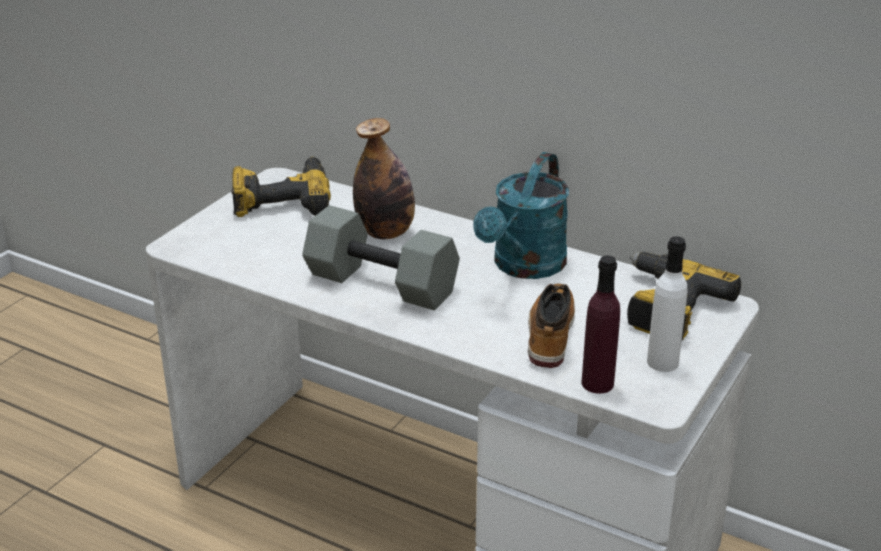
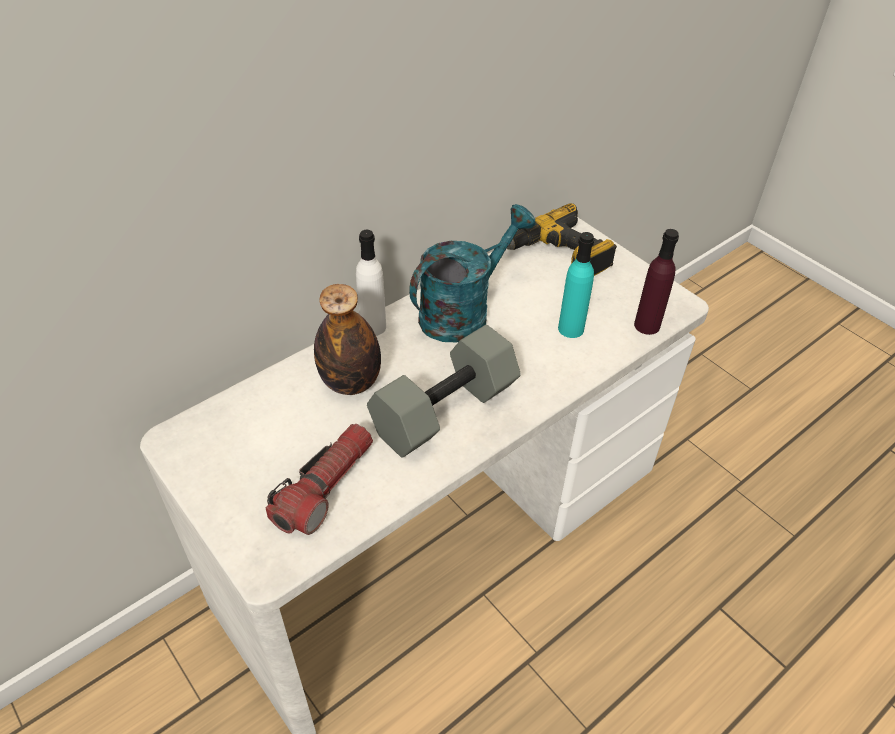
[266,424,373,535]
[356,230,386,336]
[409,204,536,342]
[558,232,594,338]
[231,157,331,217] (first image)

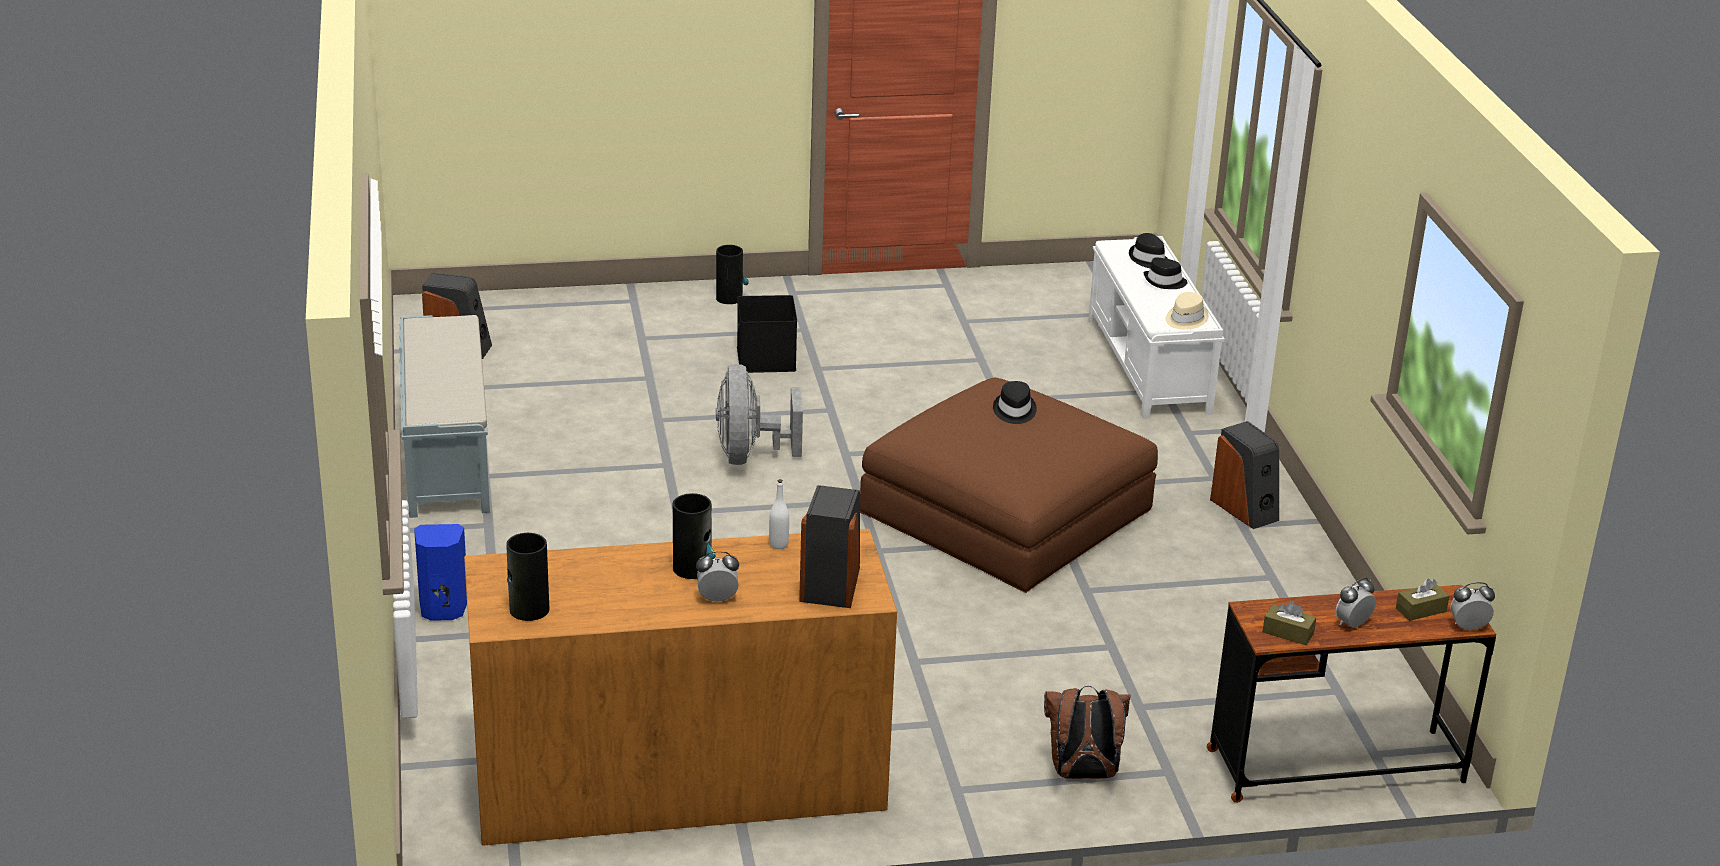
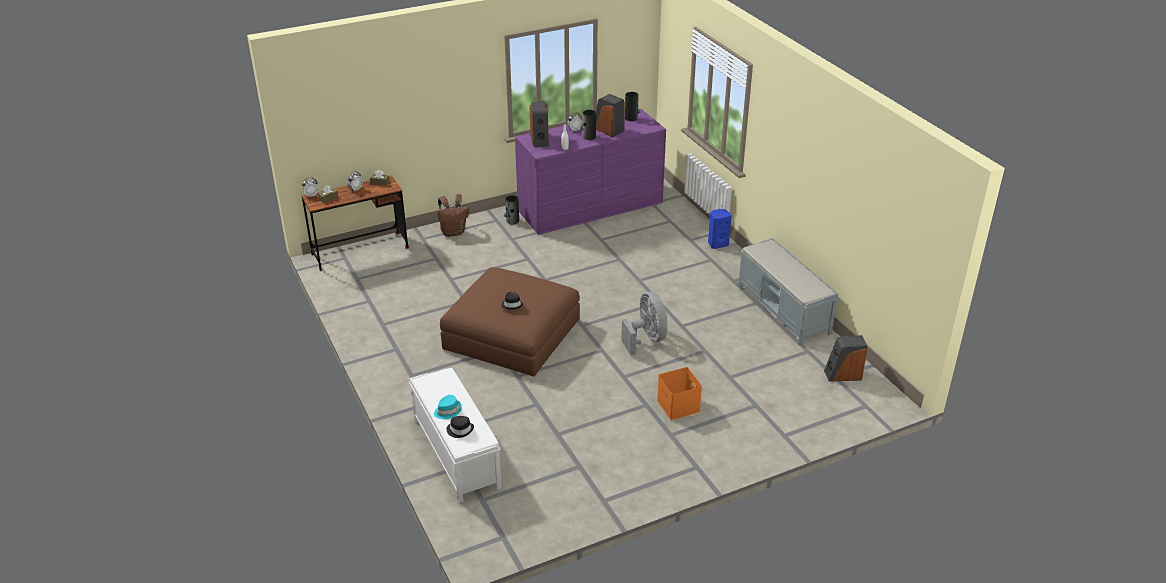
[434,395,462,419]
[504,195,519,224]
[515,109,666,235]
[596,94,625,137]
[657,367,702,420]
[1166,292,1209,330] (first image)

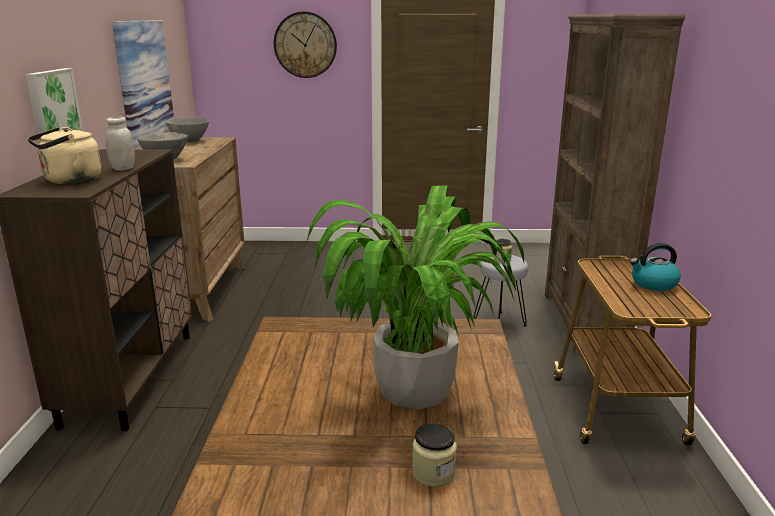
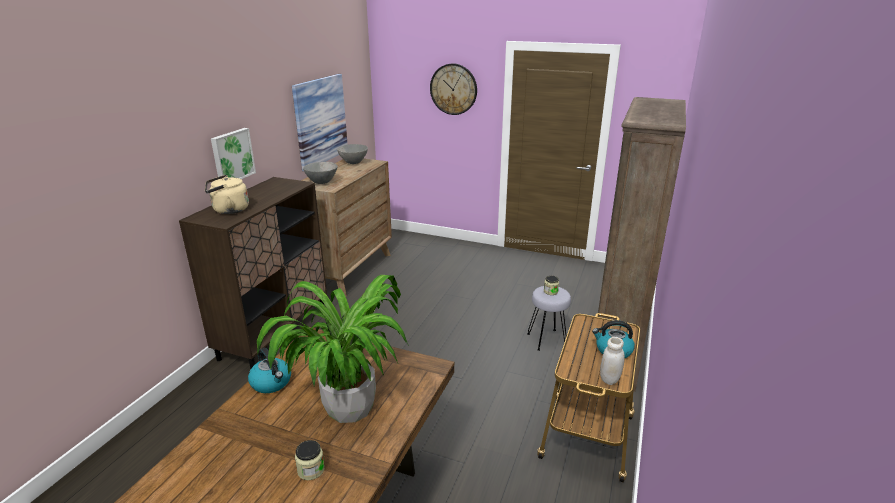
[248,348,291,393]
[600,337,625,385]

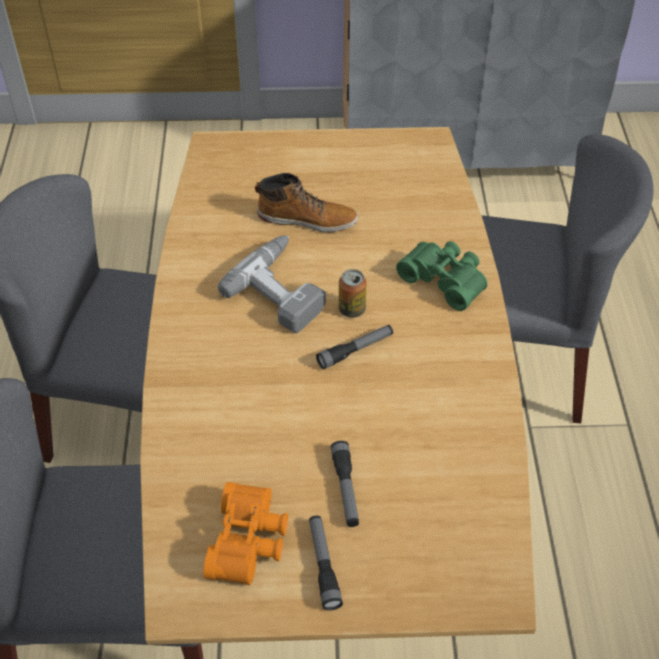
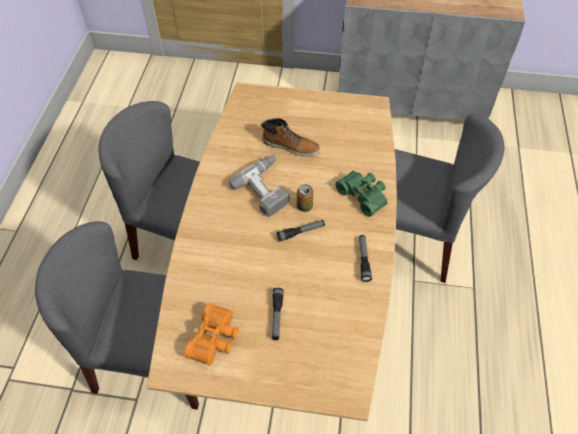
[359,235,372,282]

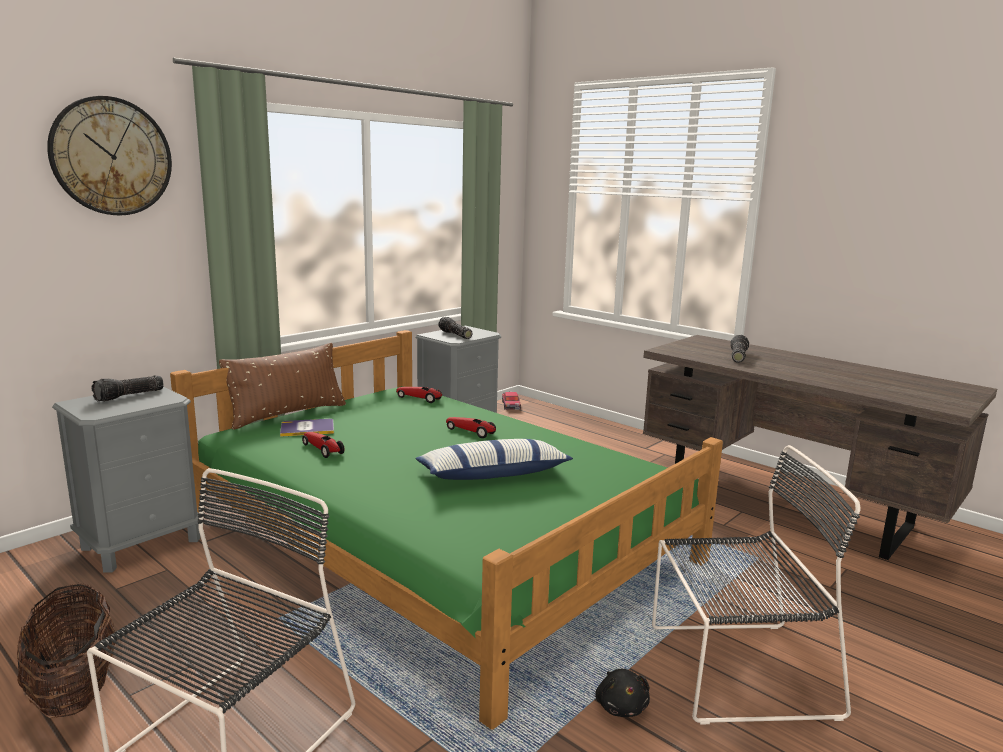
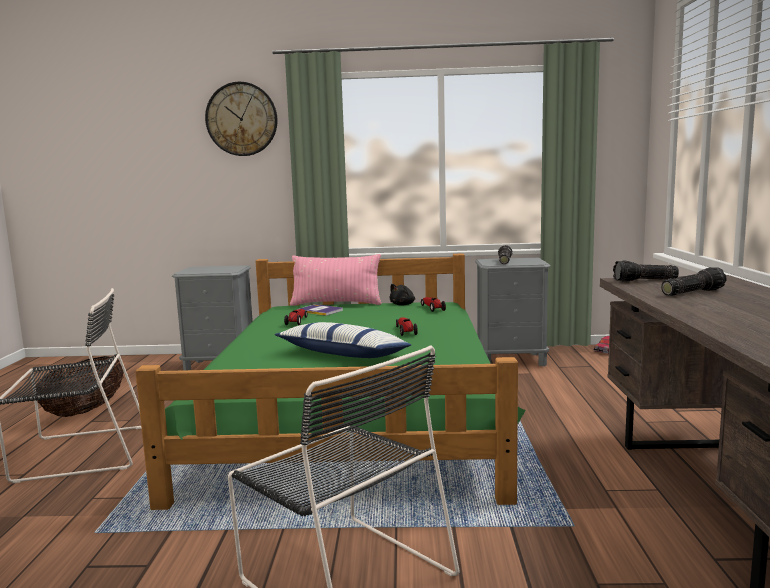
[290,254,382,306]
[390,284,415,306]
[613,260,679,282]

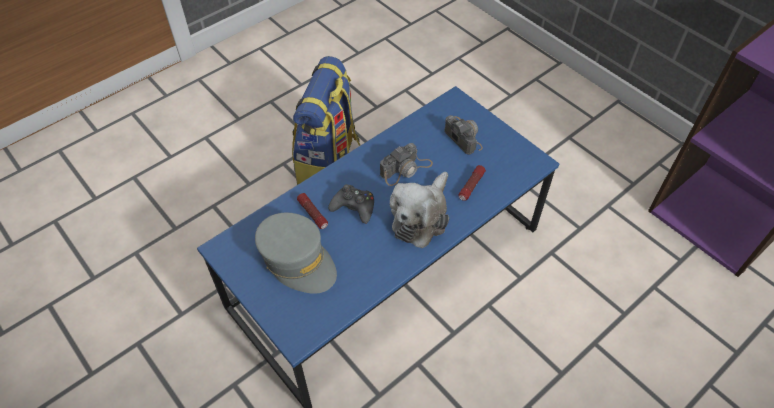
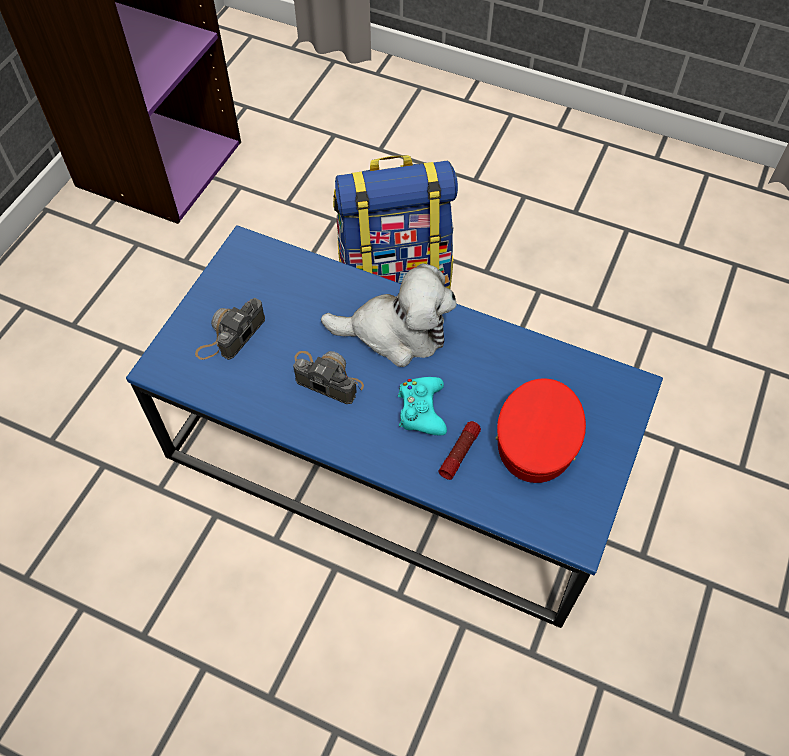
[333,155,458,289]
[398,377,447,436]
[496,378,586,483]
[458,165,486,201] (first image)

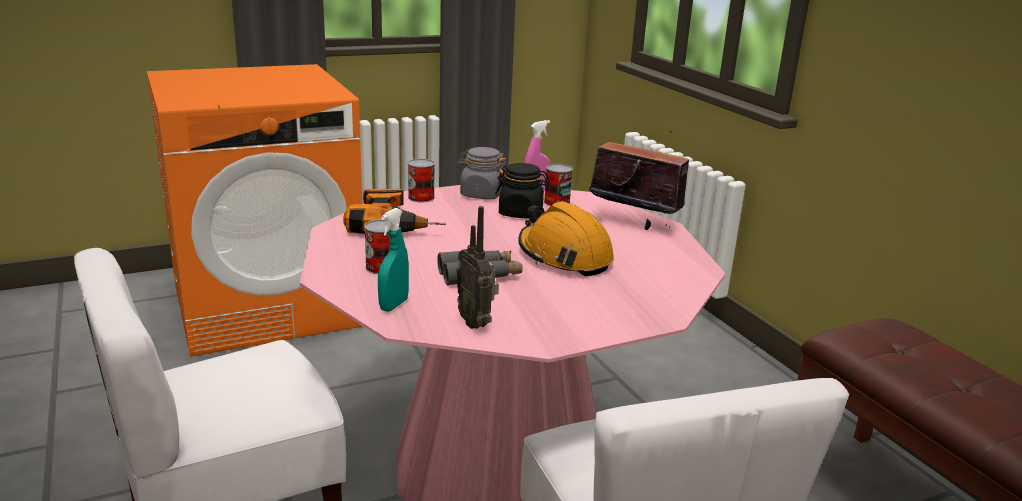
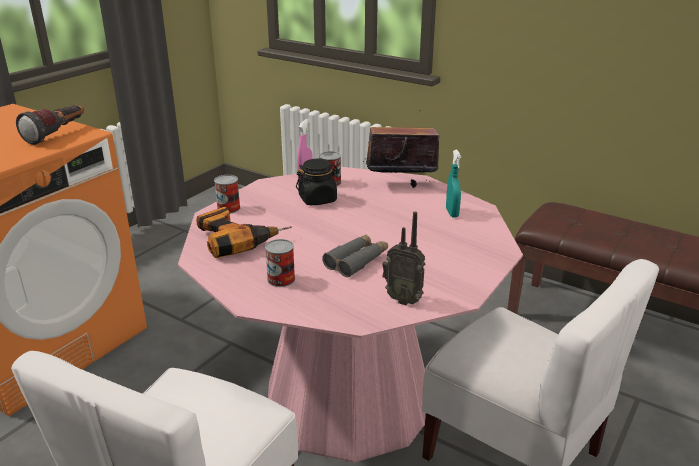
[16,105,84,145]
[446,150,461,218]
[458,147,507,199] (first image)
[518,201,614,276] (first image)

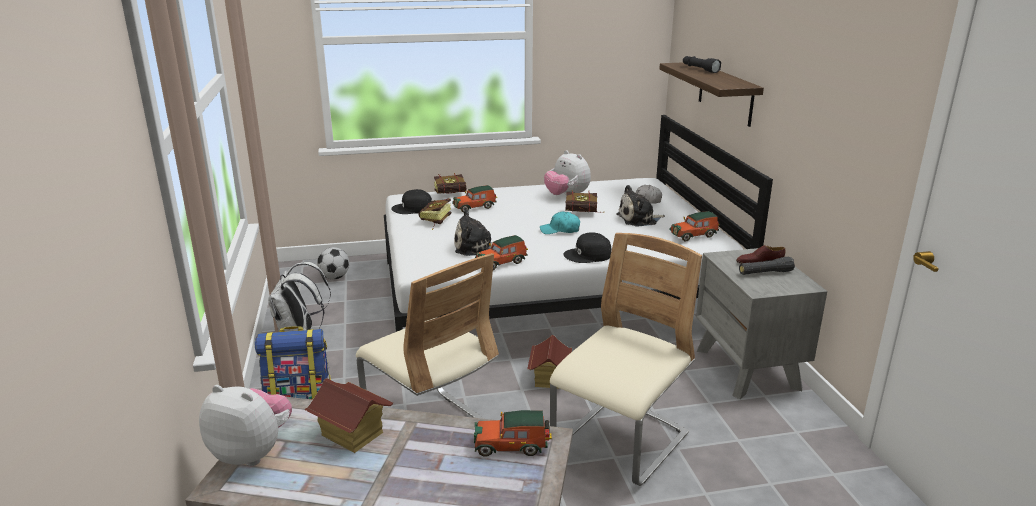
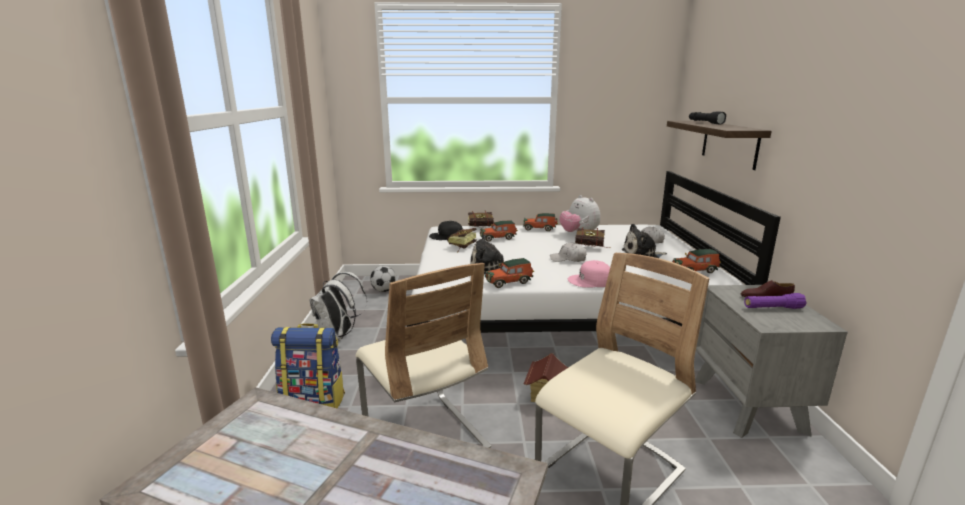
[523,213,558,231]
[550,243,587,262]
[568,260,610,288]
[744,293,807,309]
[199,385,292,466] (first image)
[304,378,393,453] (first image)

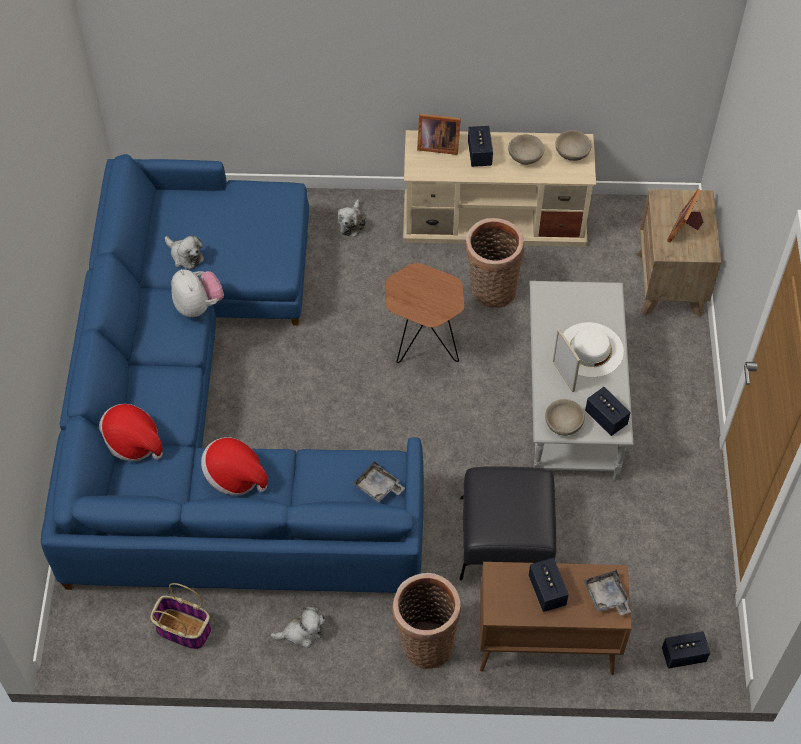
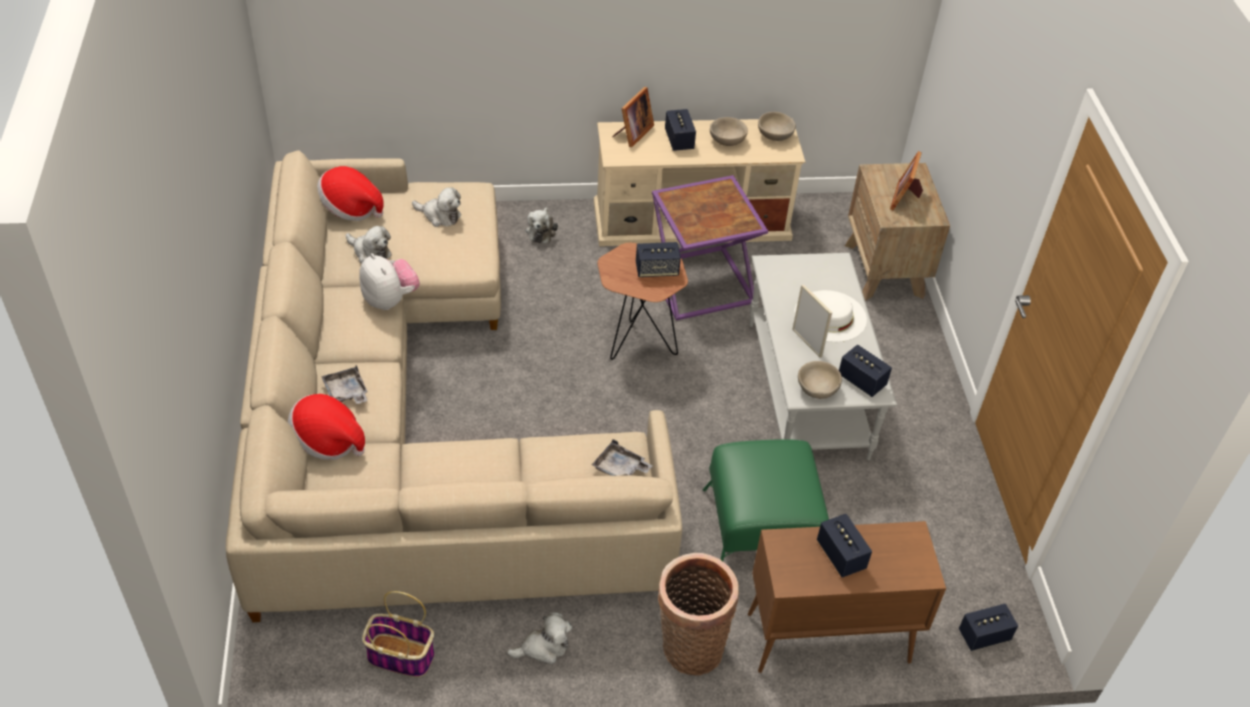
[226,150,682,622]
[317,166,384,221]
[321,365,368,404]
[412,187,461,227]
[612,87,654,147]
[636,242,681,277]
[652,175,768,321]
[703,439,829,561]

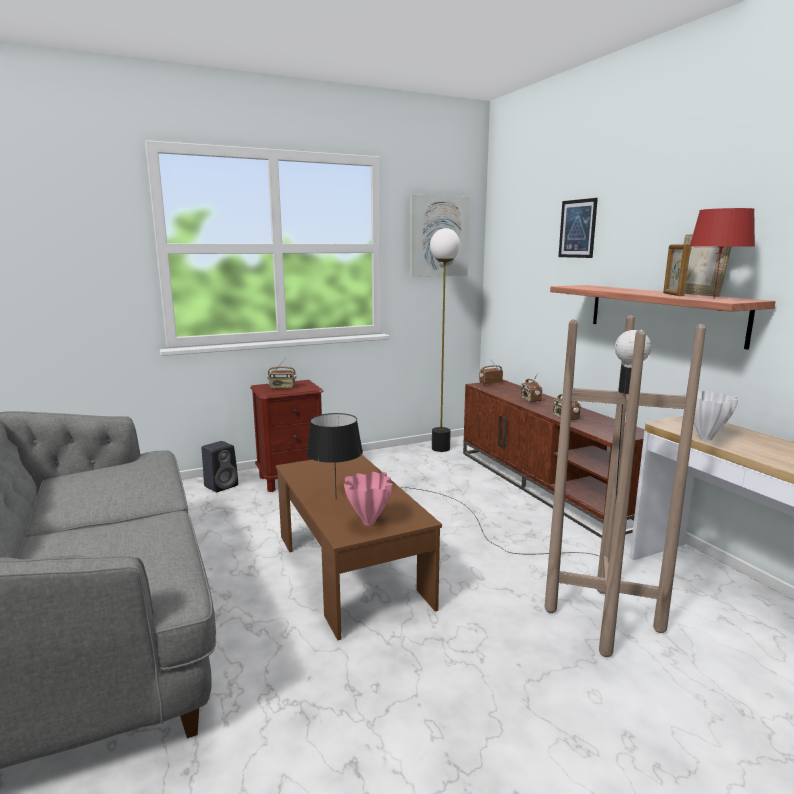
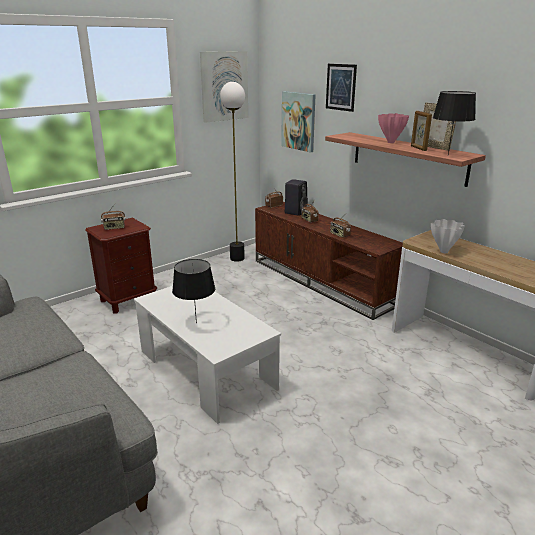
[134,286,281,424]
[281,91,316,153]
[285,179,308,216]
[378,113,409,143]
[433,91,476,155]
[403,315,706,657] (first image)

